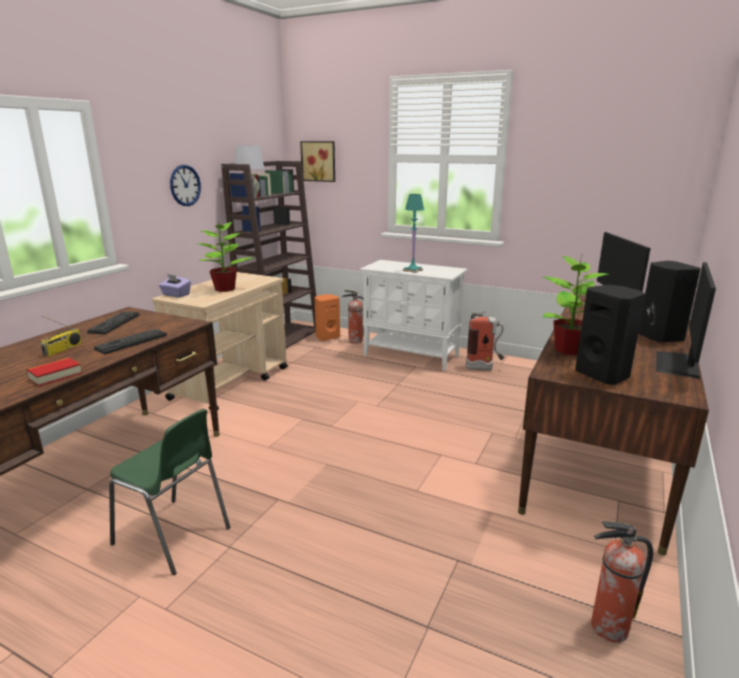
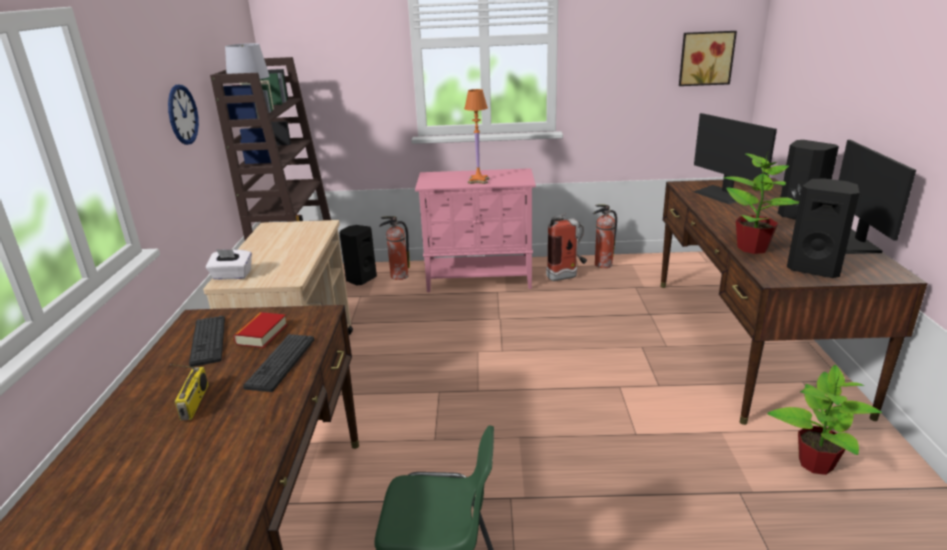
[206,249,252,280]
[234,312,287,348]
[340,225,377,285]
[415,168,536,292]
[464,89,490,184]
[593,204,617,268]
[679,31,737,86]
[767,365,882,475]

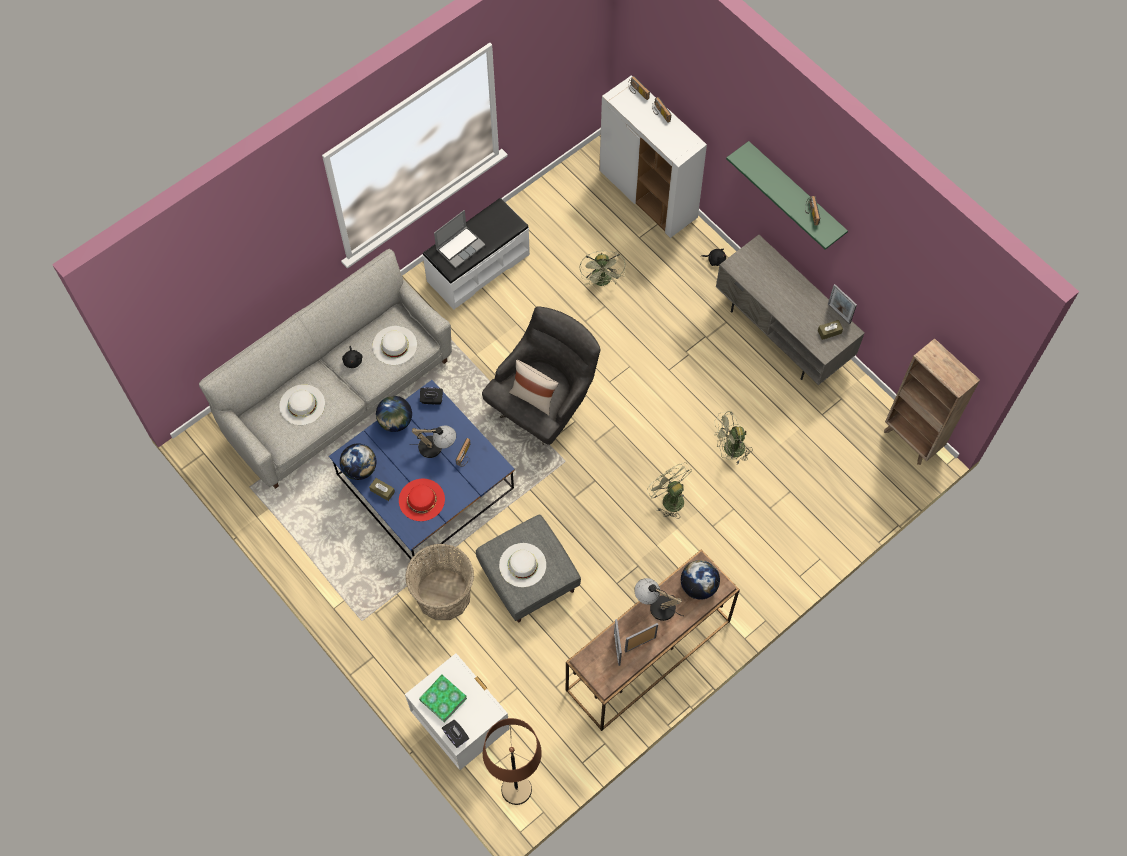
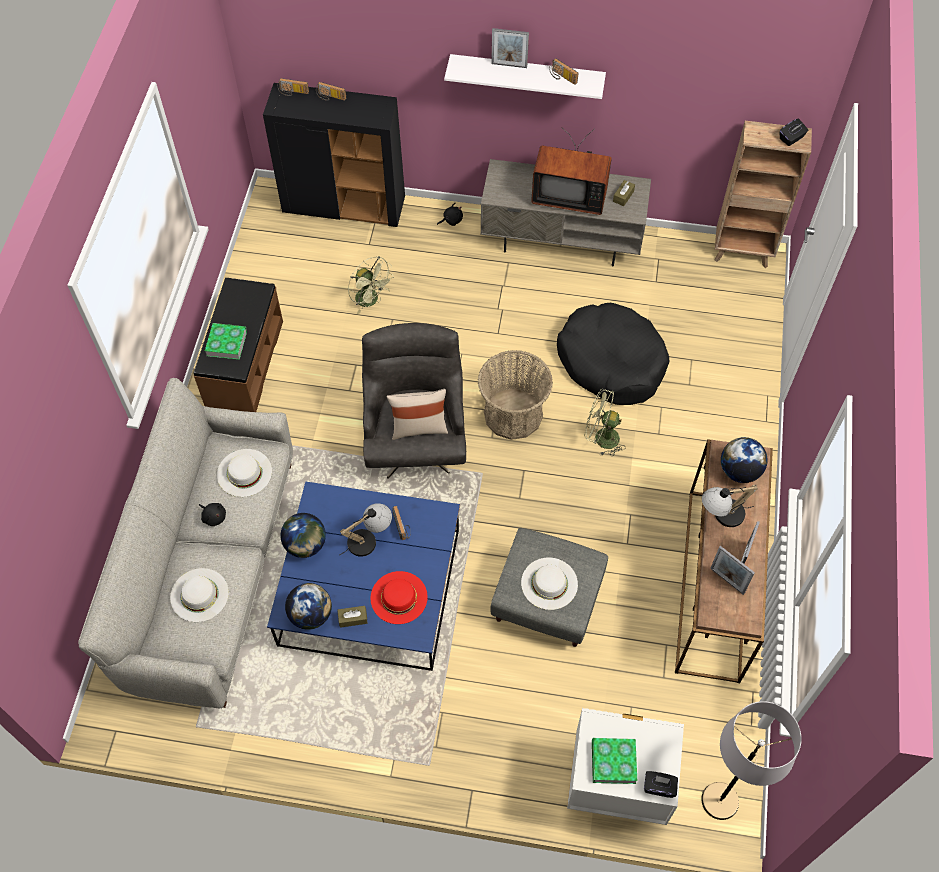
[194,278,283,412]
[205,323,247,360]
[263,83,405,227]
[444,54,606,99]
[478,350,553,440]
[491,28,529,68]
[531,127,612,215]
[557,303,669,405]
[701,701,802,820]
[780,119,808,146]

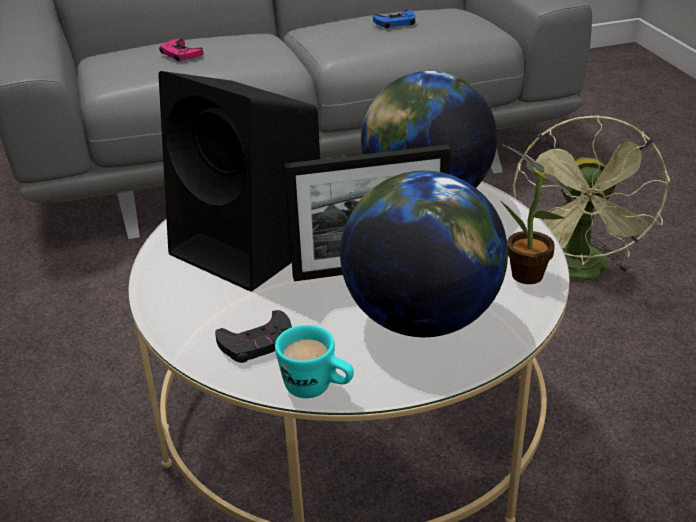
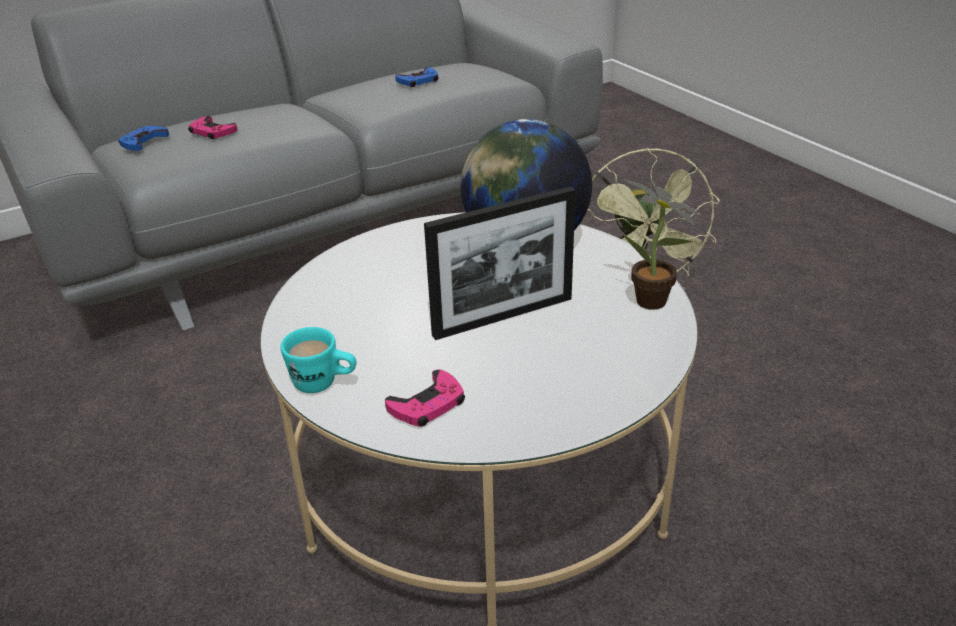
[118,126,169,151]
[280,327,356,393]
[385,369,465,427]
[158,71,320,292] (first image)
[340,171,508,337] (first image)

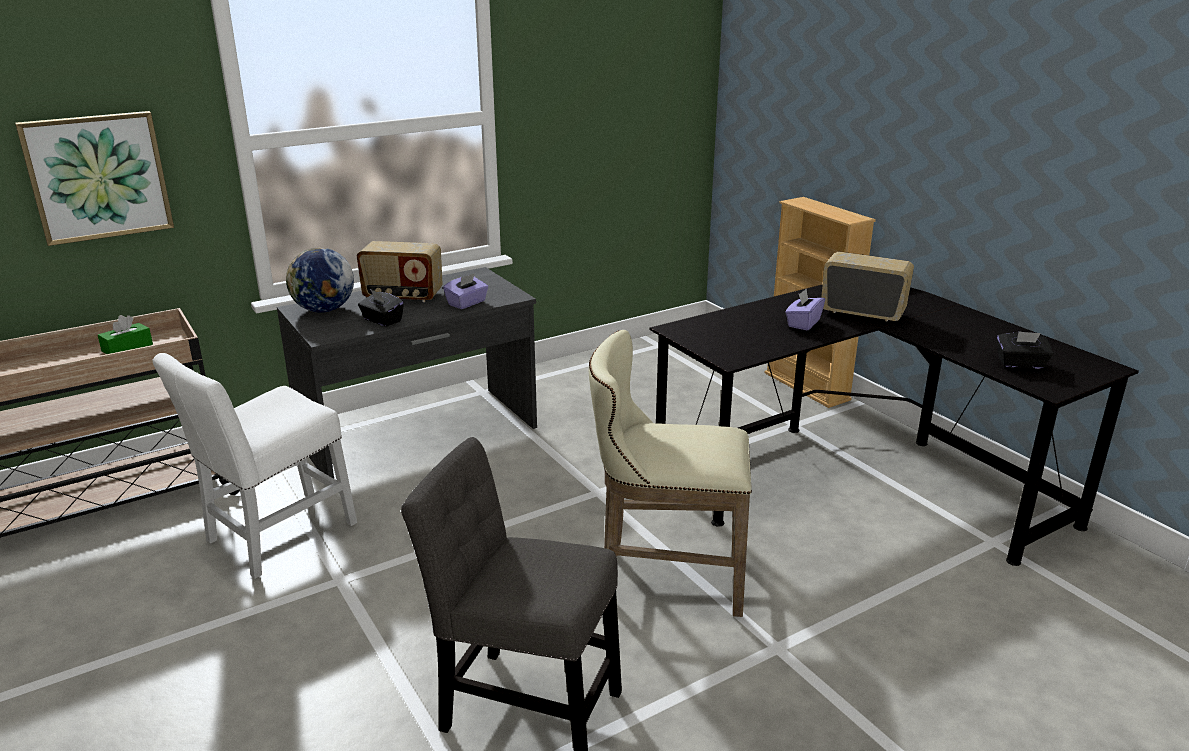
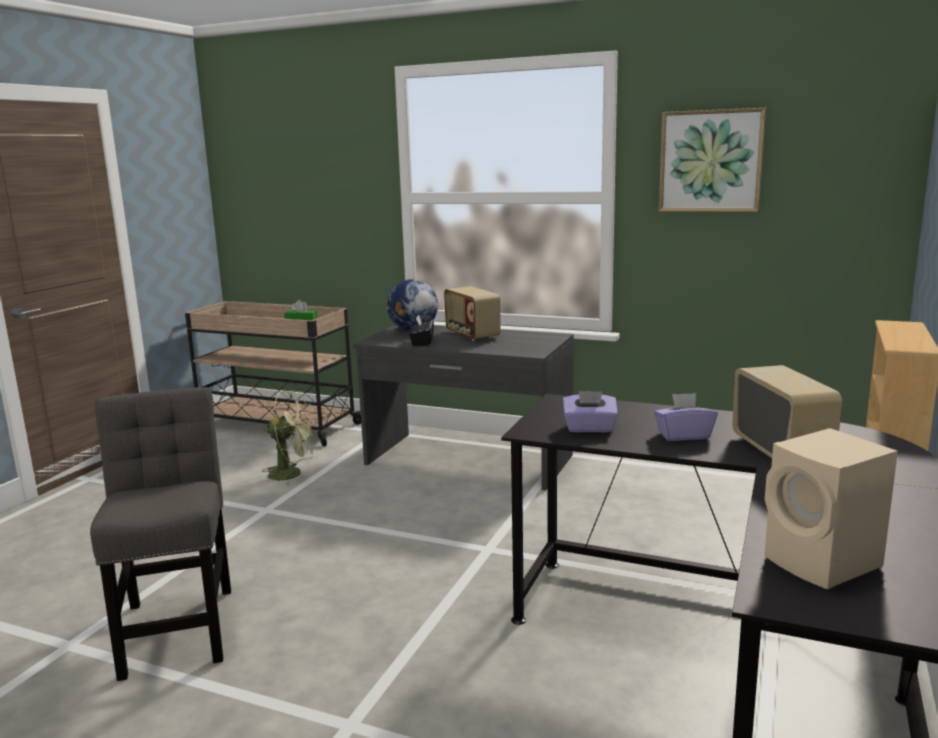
[262,390,317,486]
[563,391,618,432]
[659,108,766,212]
[764,428,898,589]
[589,330,752,617] (first image)

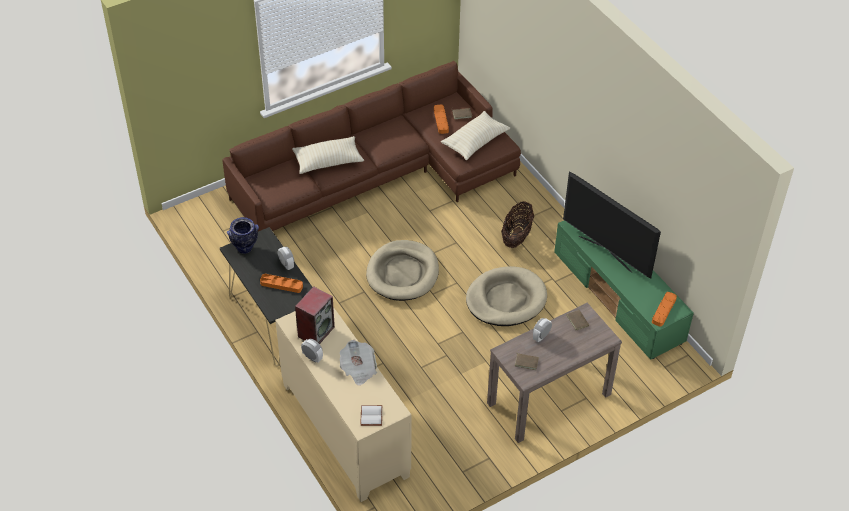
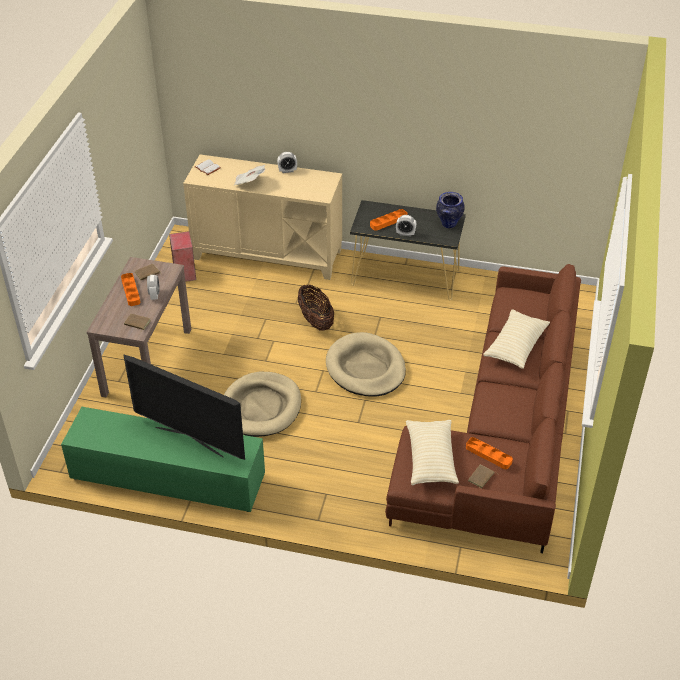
[121,273,141,306]
[123,354,245,460]
[169,231,196,282]
[298,284,334,331]

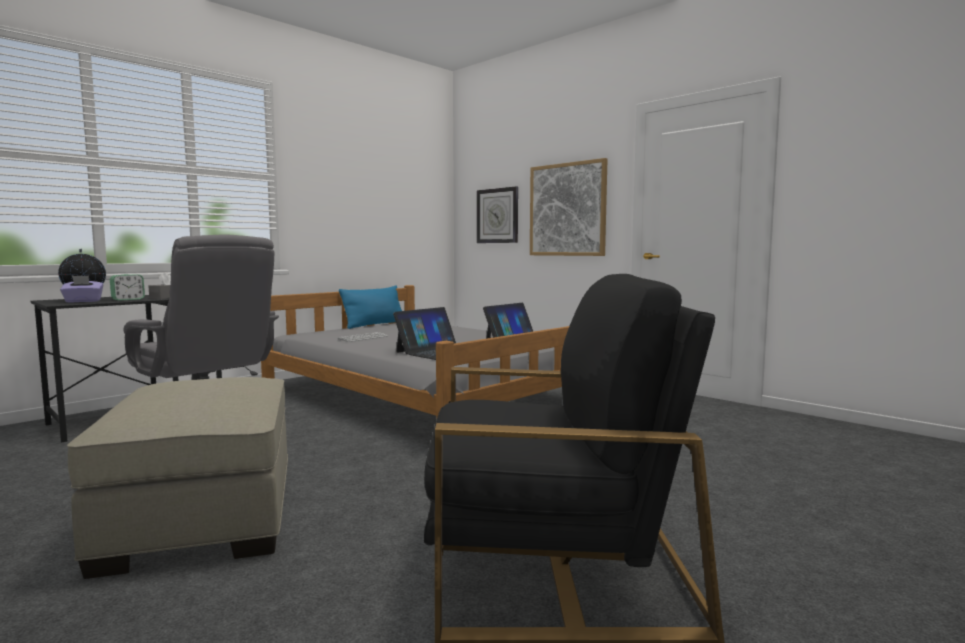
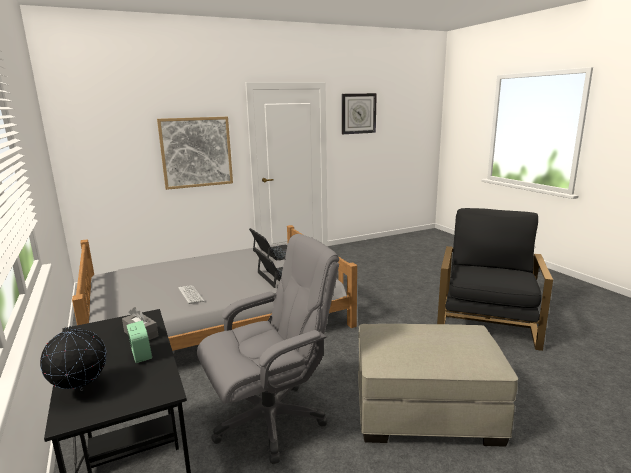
[342,93,377,134]
[60,276,103,302] (first image)
[339,286,402,329] (first image)

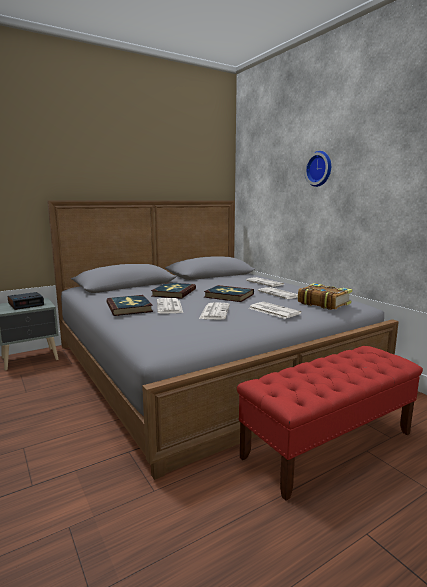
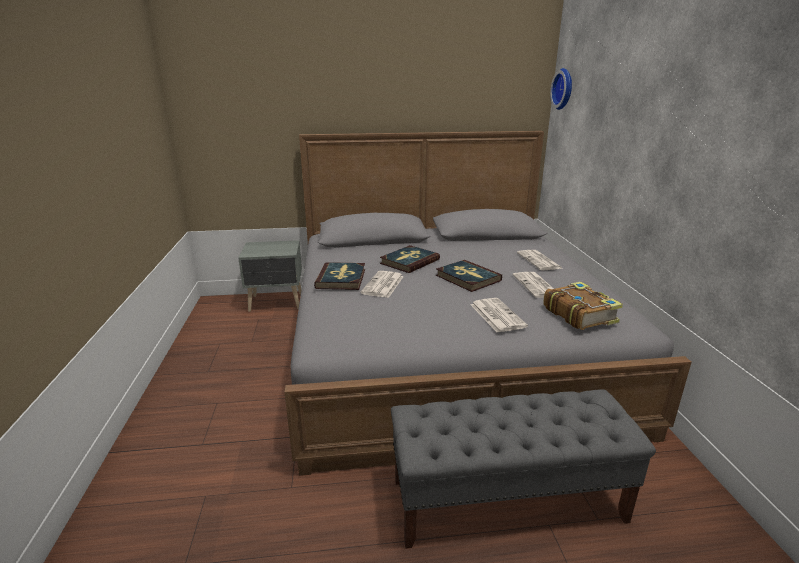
[391,389,656,549]
[550,68,572,110]
[8,292,44,310] (first image)
[199,302,230,320] (first image)

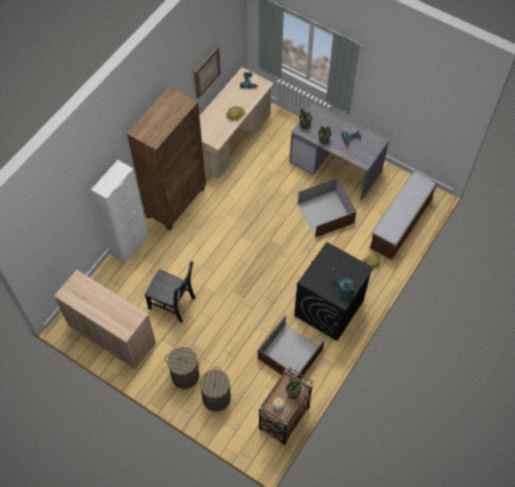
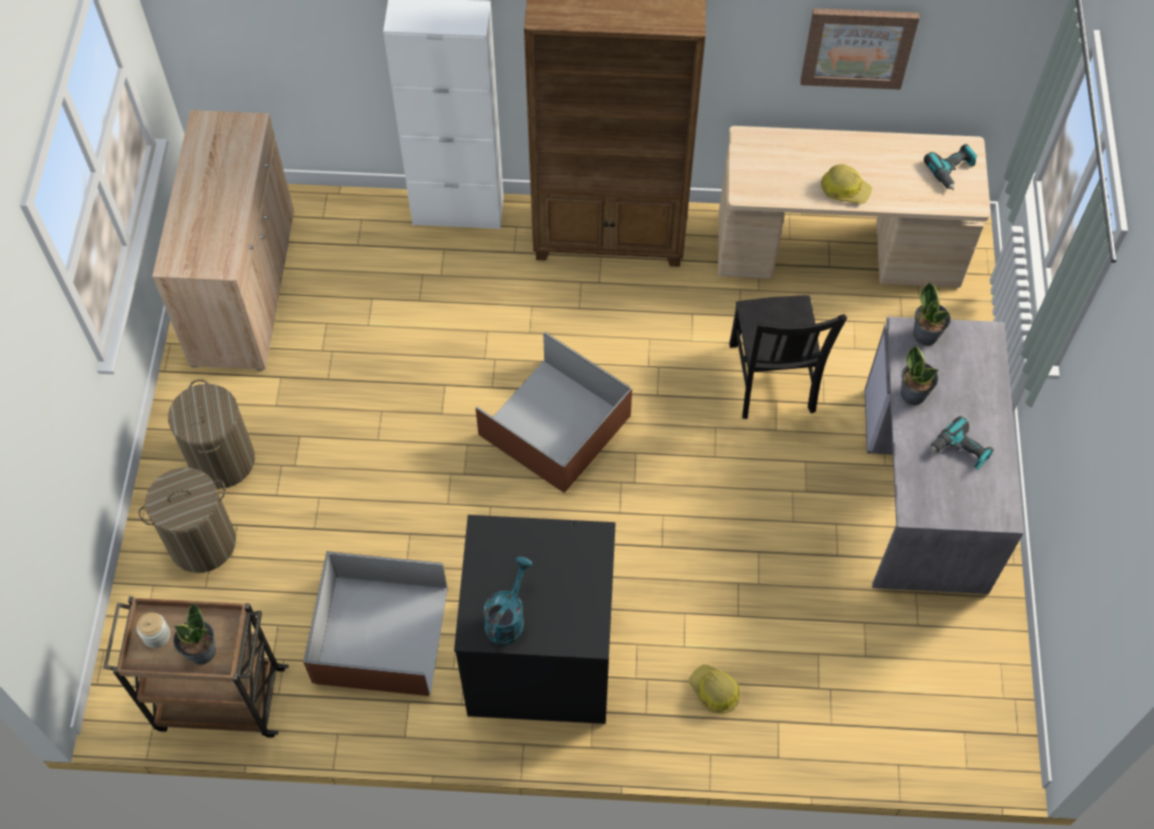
[475,332,632,493]
[729,295,847,419]
[369,171,438,260] (first image)

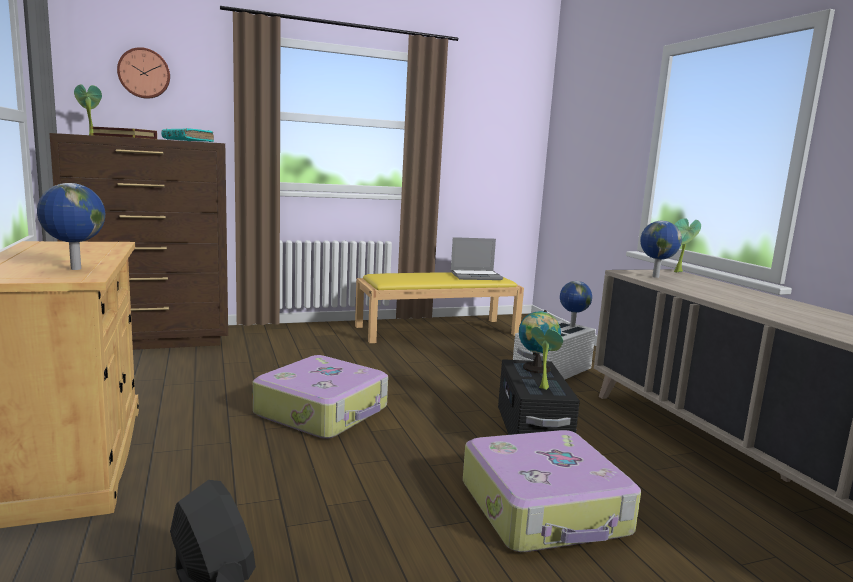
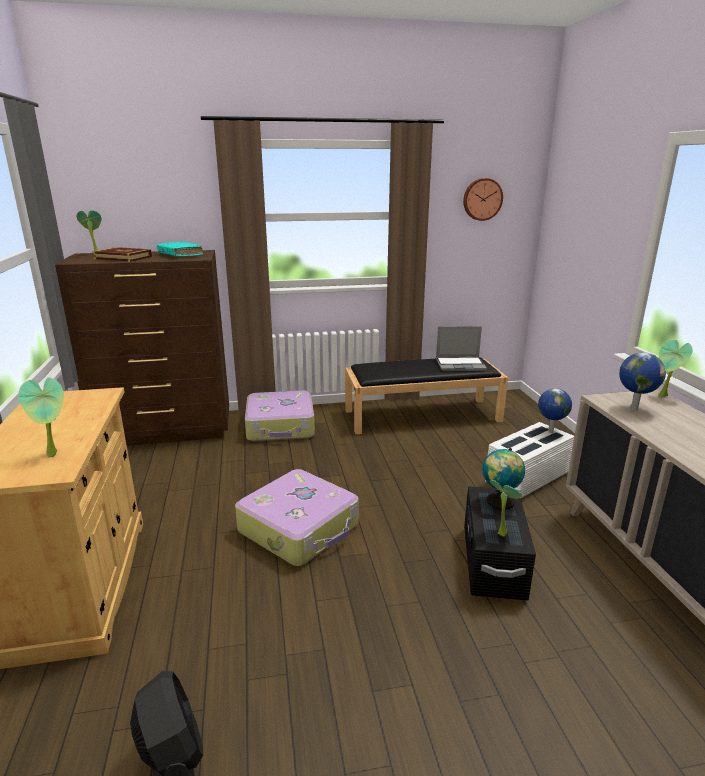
[18,377,64,458]
[245,390,315,441]
[345,357,508,434]
[463,178,503,221]

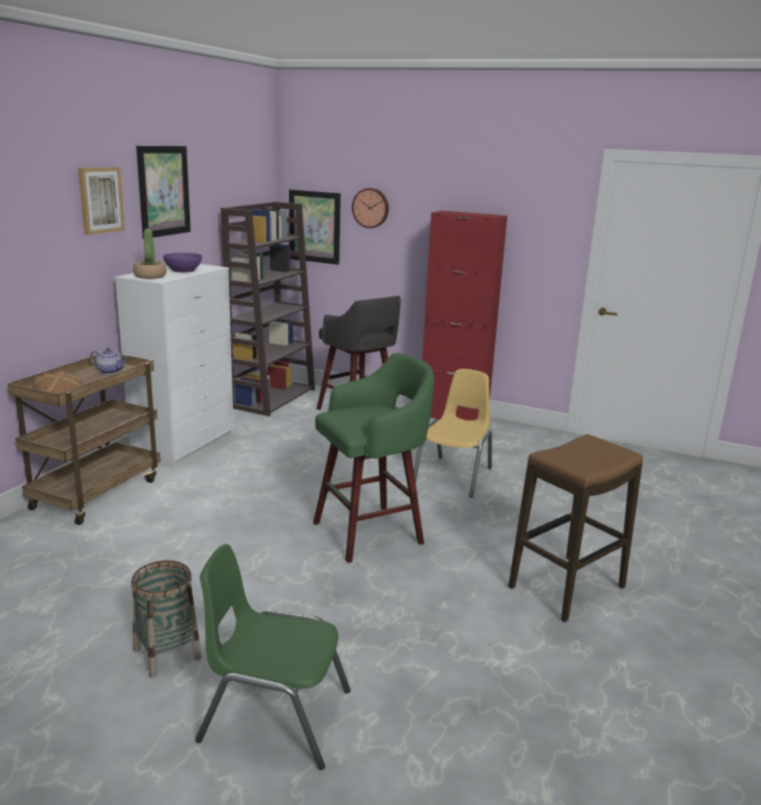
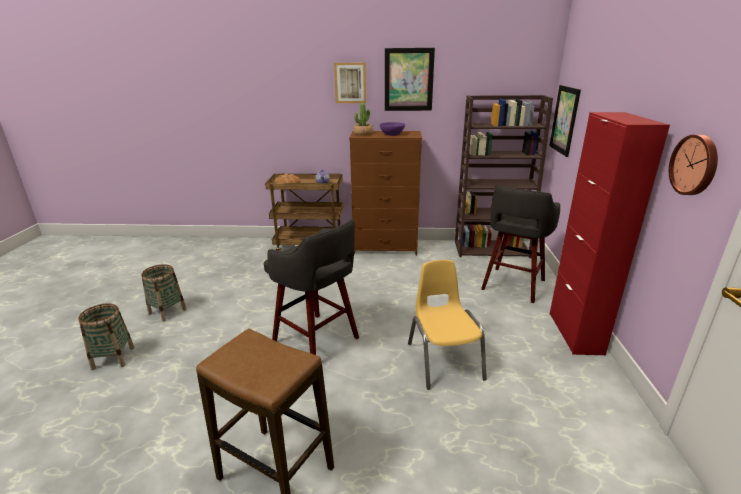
[79,303,135,370]
[264,219,359,355]
[349,131,422,256]
[408,260,487,390]
[669,135,718,195]

